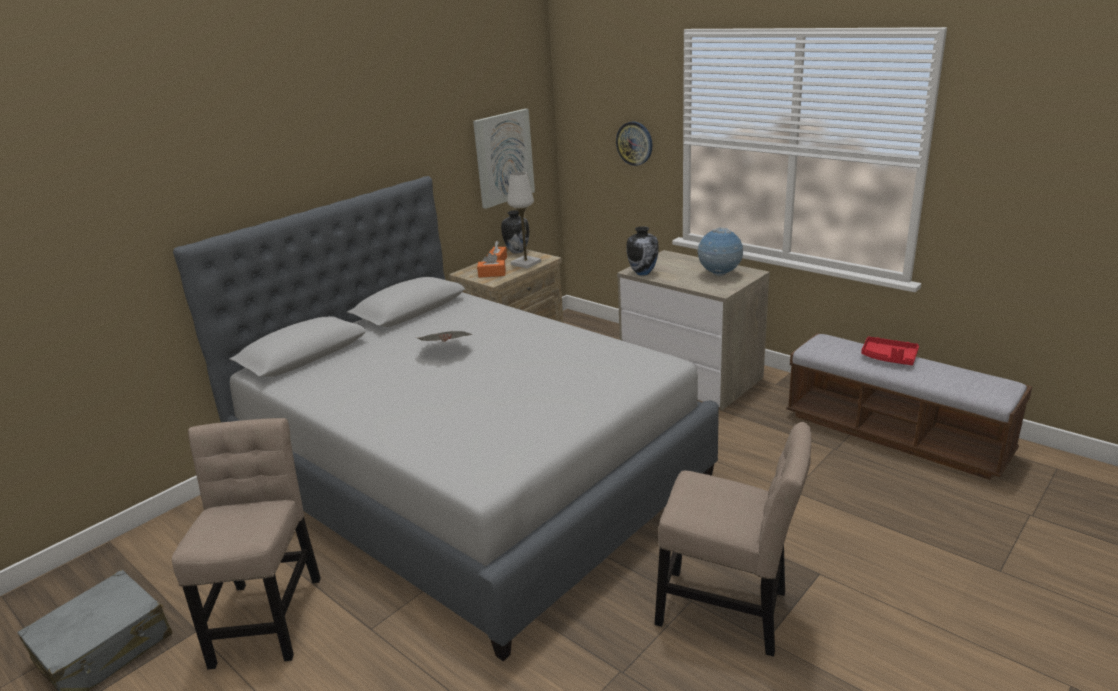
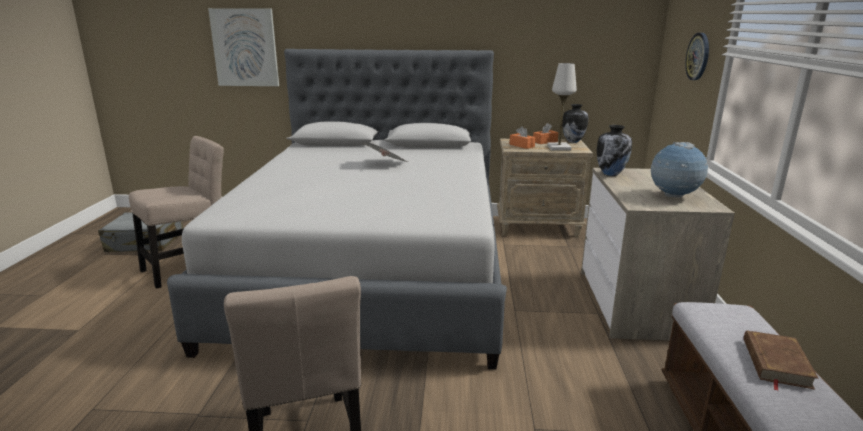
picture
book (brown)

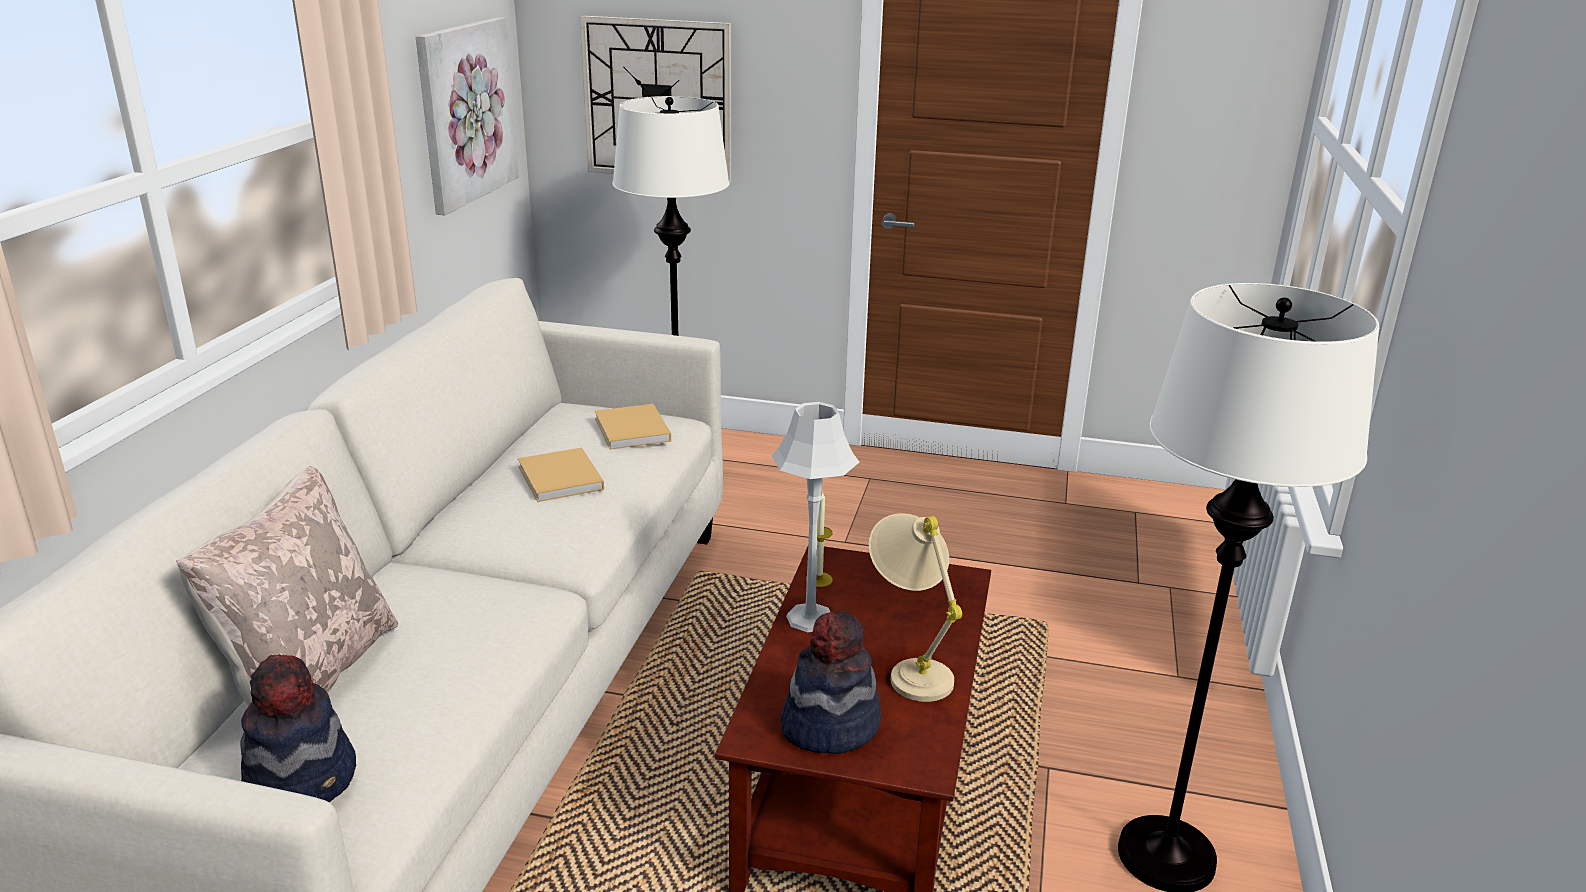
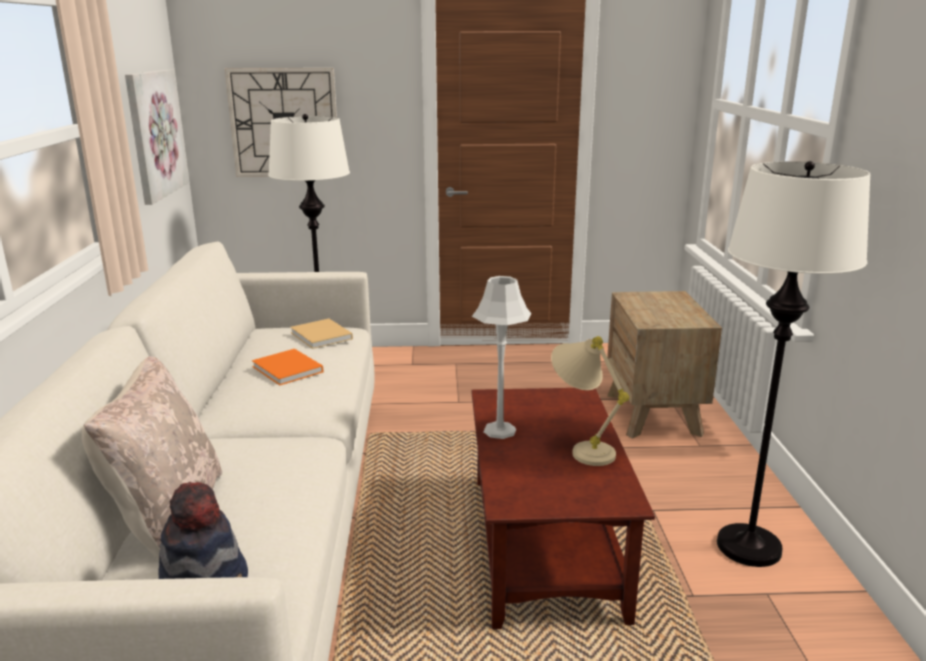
book (orange)
hat (no. 2 from left in the first image)
candle
nightstand (brown)

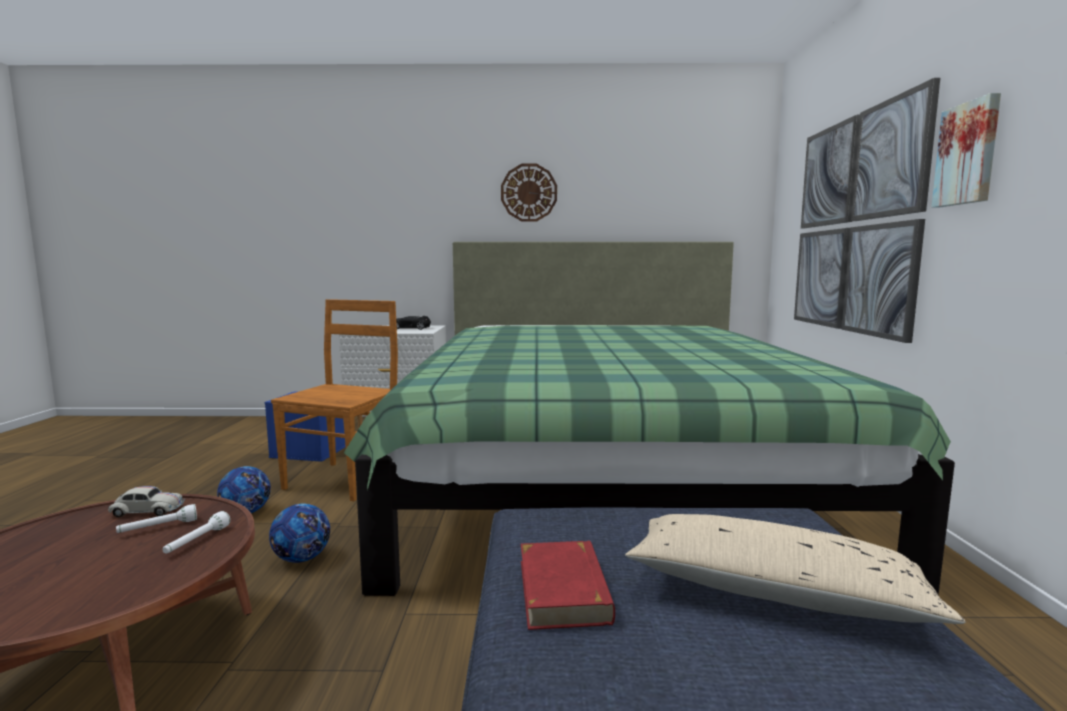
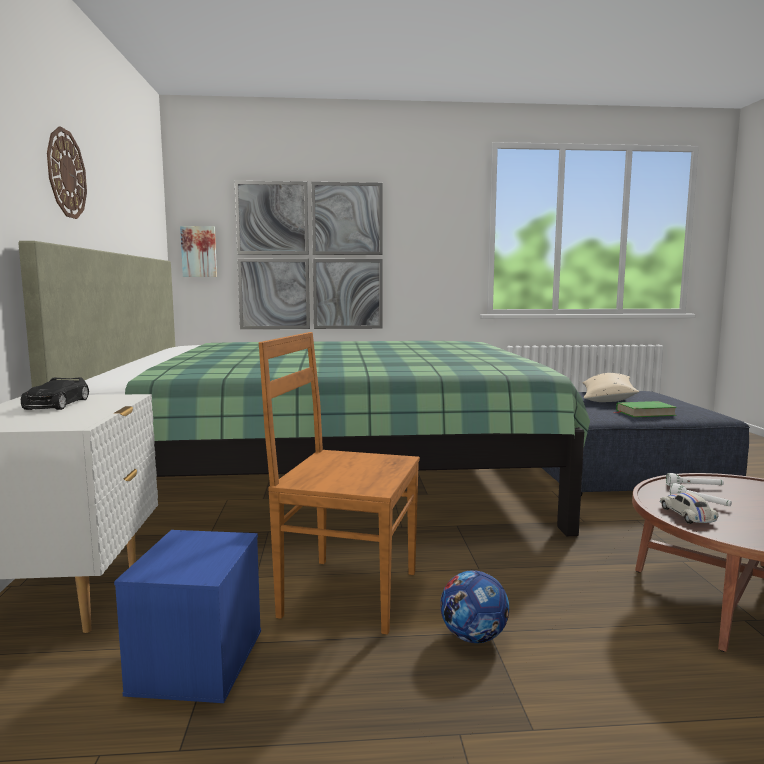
football (no. 2 from left in the first image)
book (green)
picture (no. 1 from left)

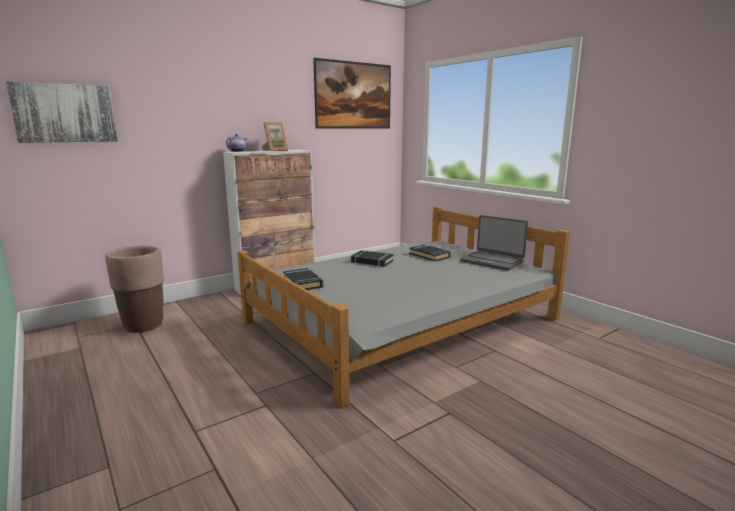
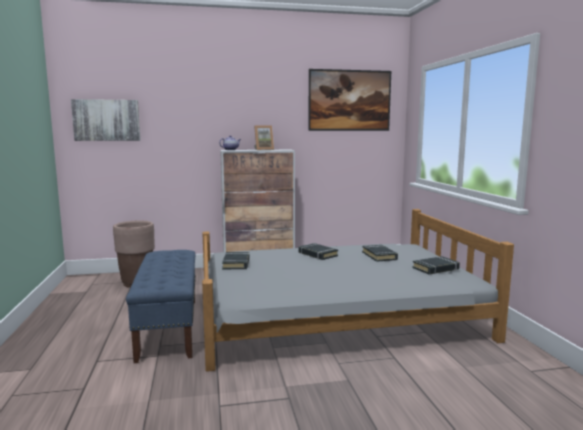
book (black) (no. 4 from left)
bench (blue)

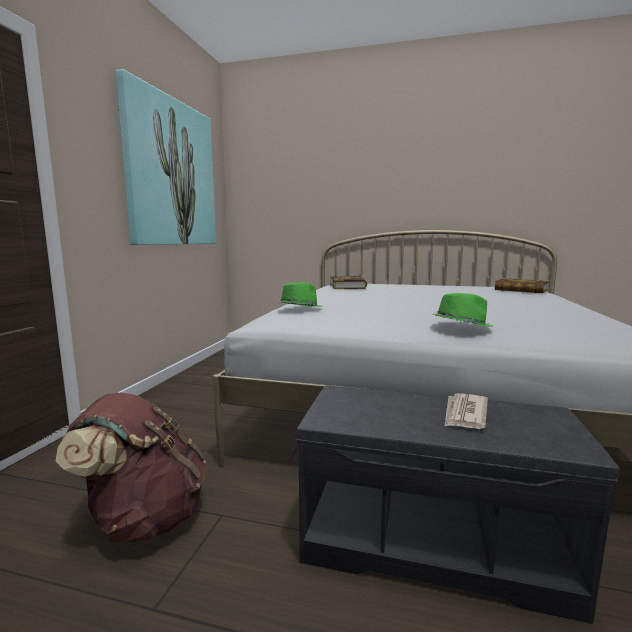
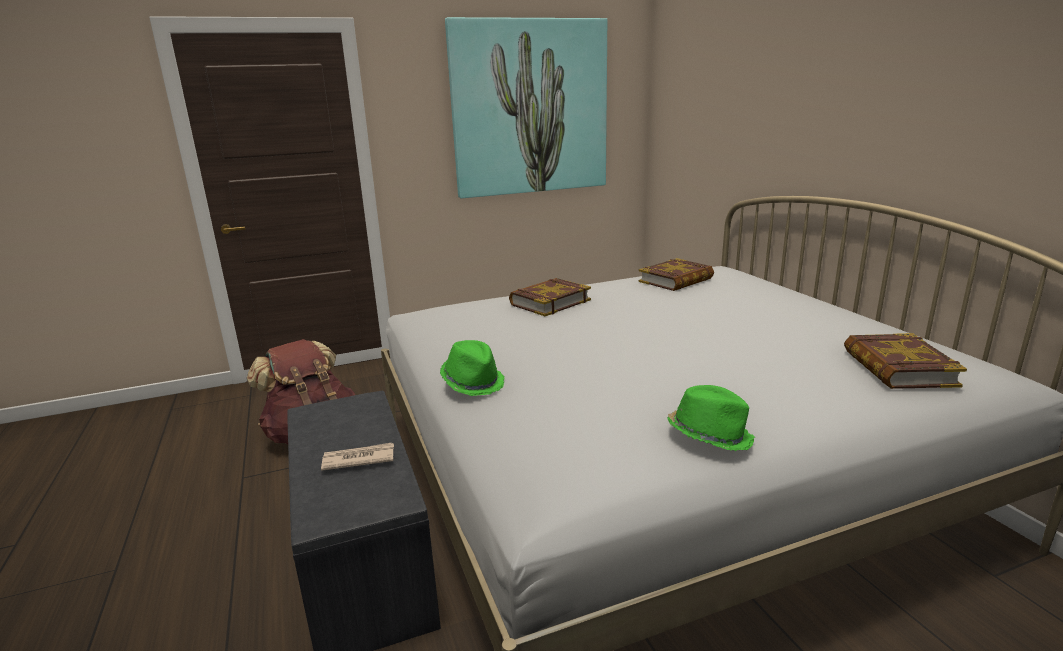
hat (green) (no. 2 from left)
book (no. 1 from left)

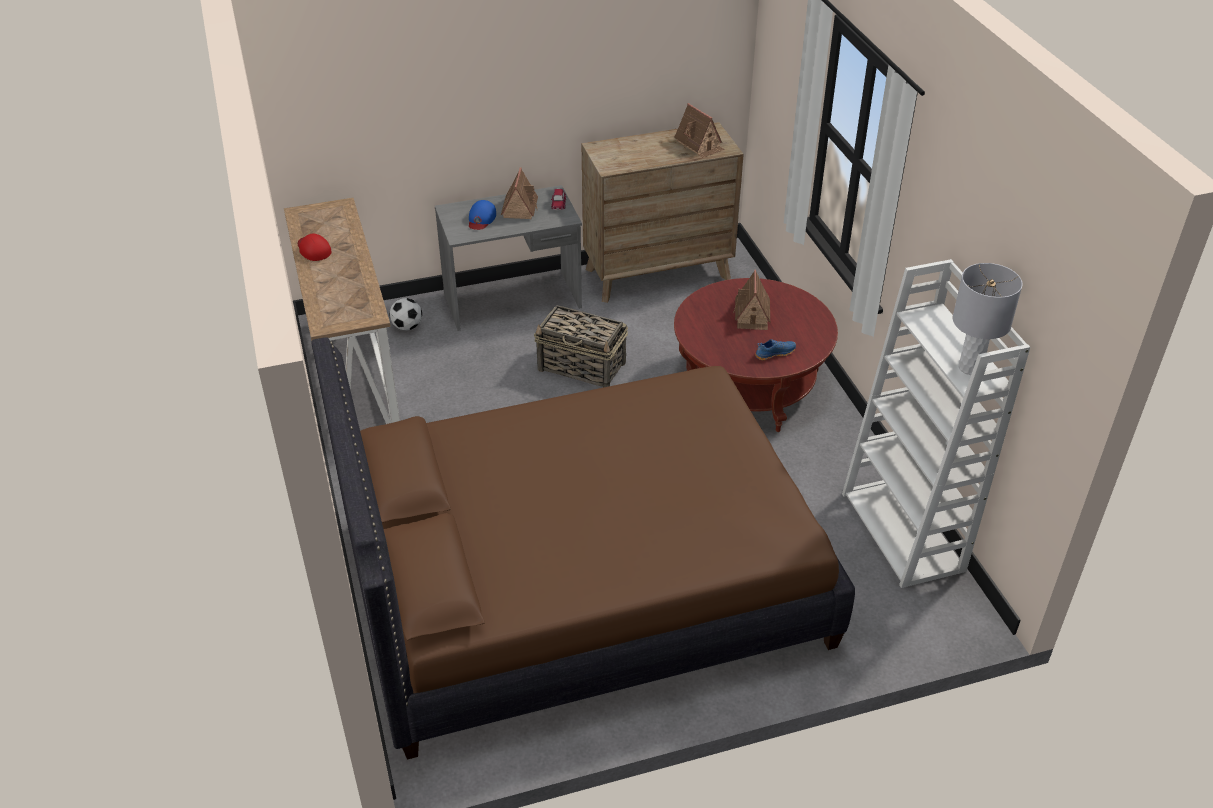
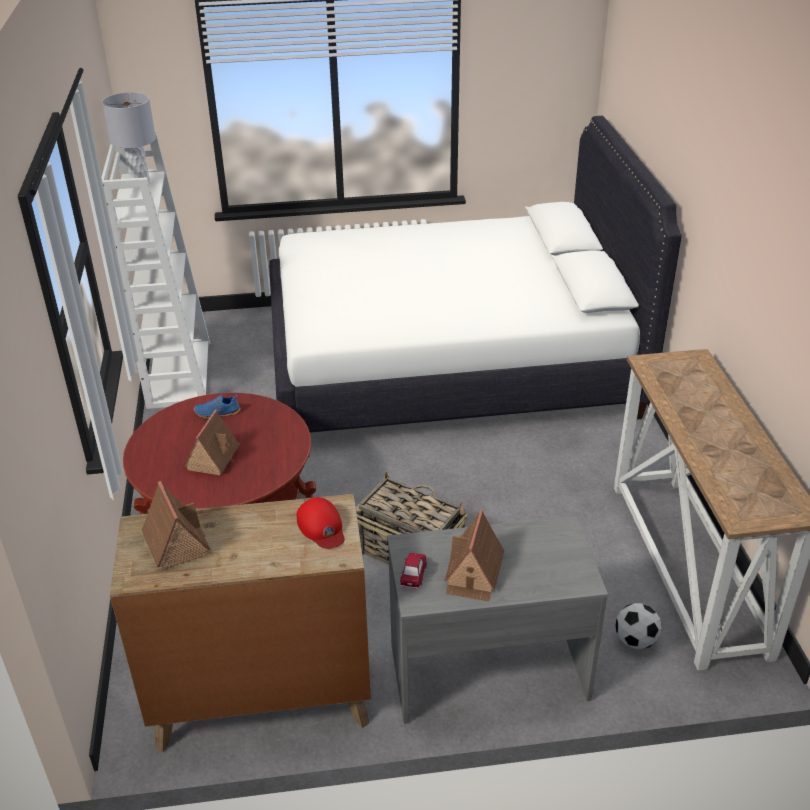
cap (red)
bed (white)
cap (blue)

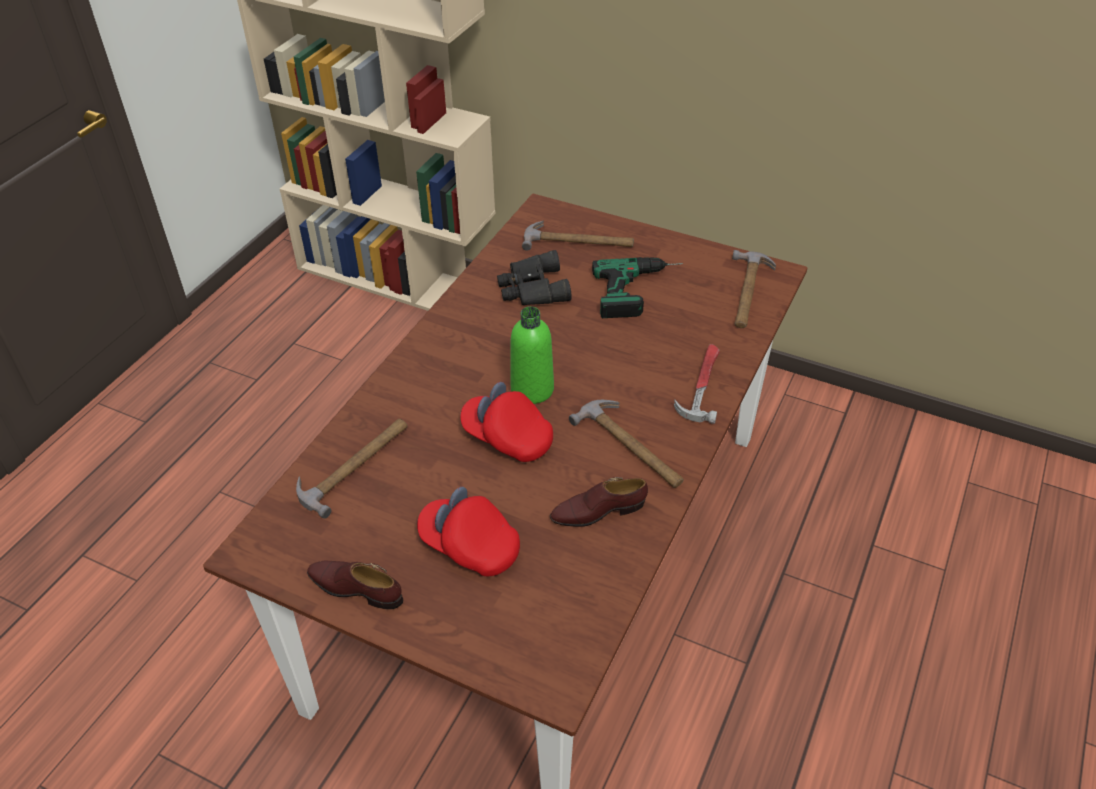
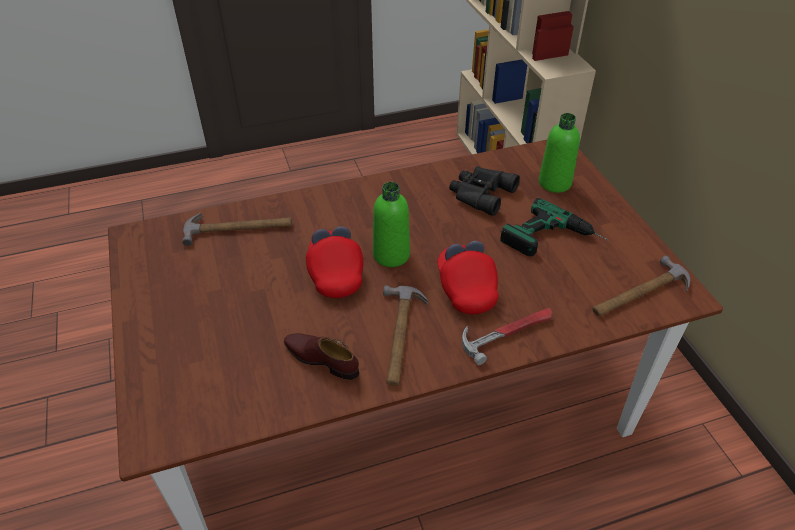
shoe (brown) (no. 1 from left in the first image)
cap (red) (no. 2 from left)
bottle (green) (no. 2 from left)

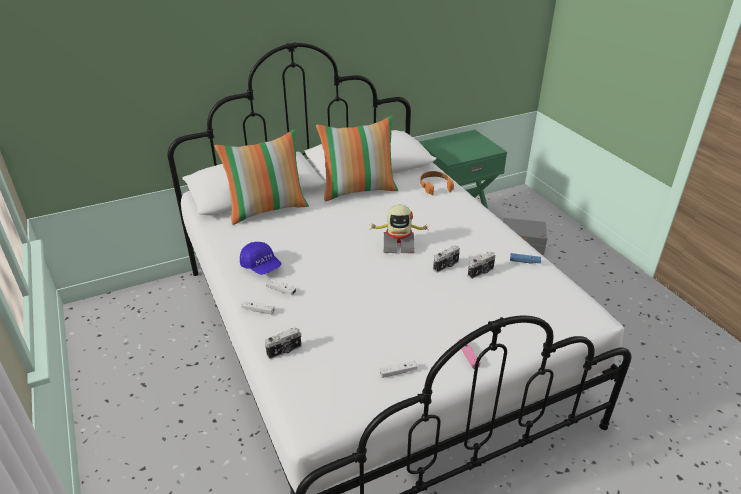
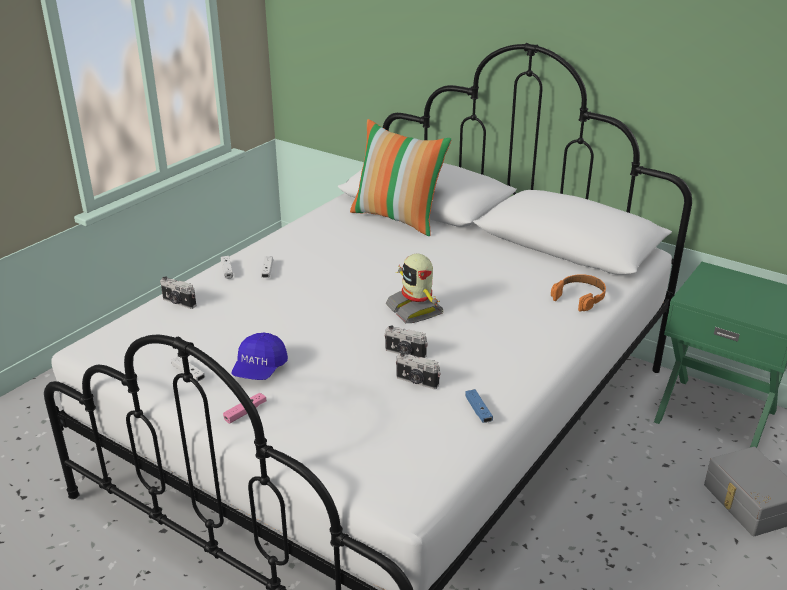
cap (blue)
pillow (no. 2 from left in the first image)

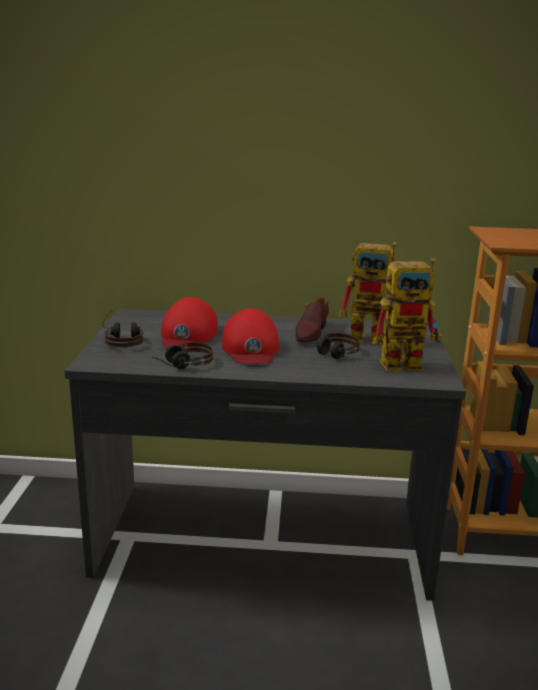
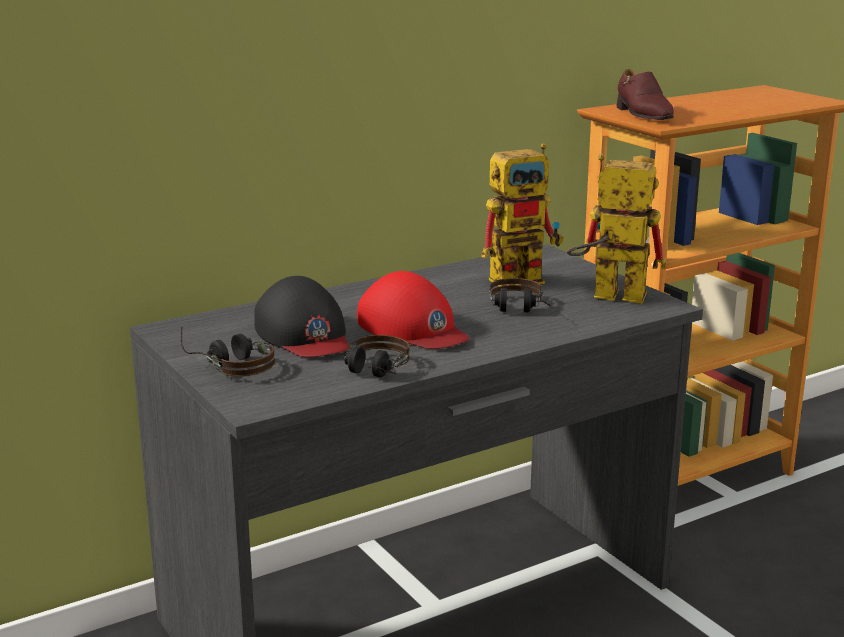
cap (black)
shoe (brown)
toy robot (no. 2 from left)

